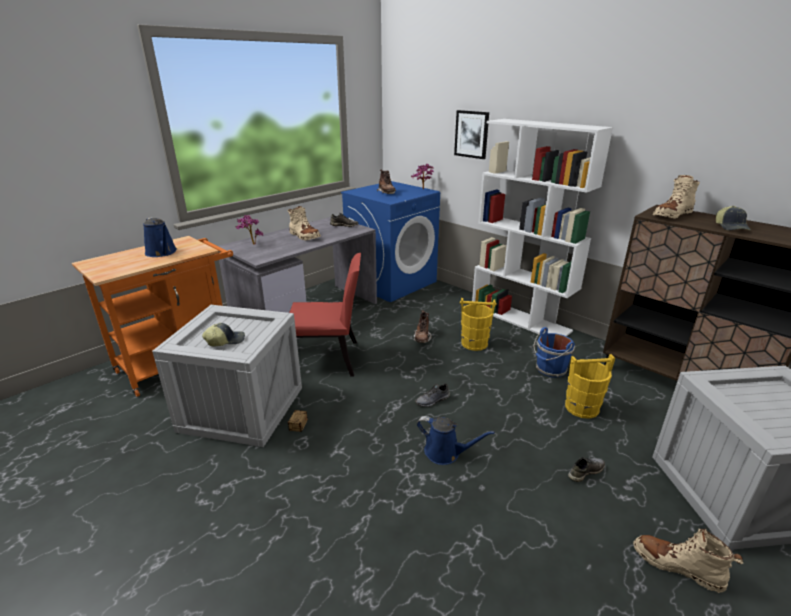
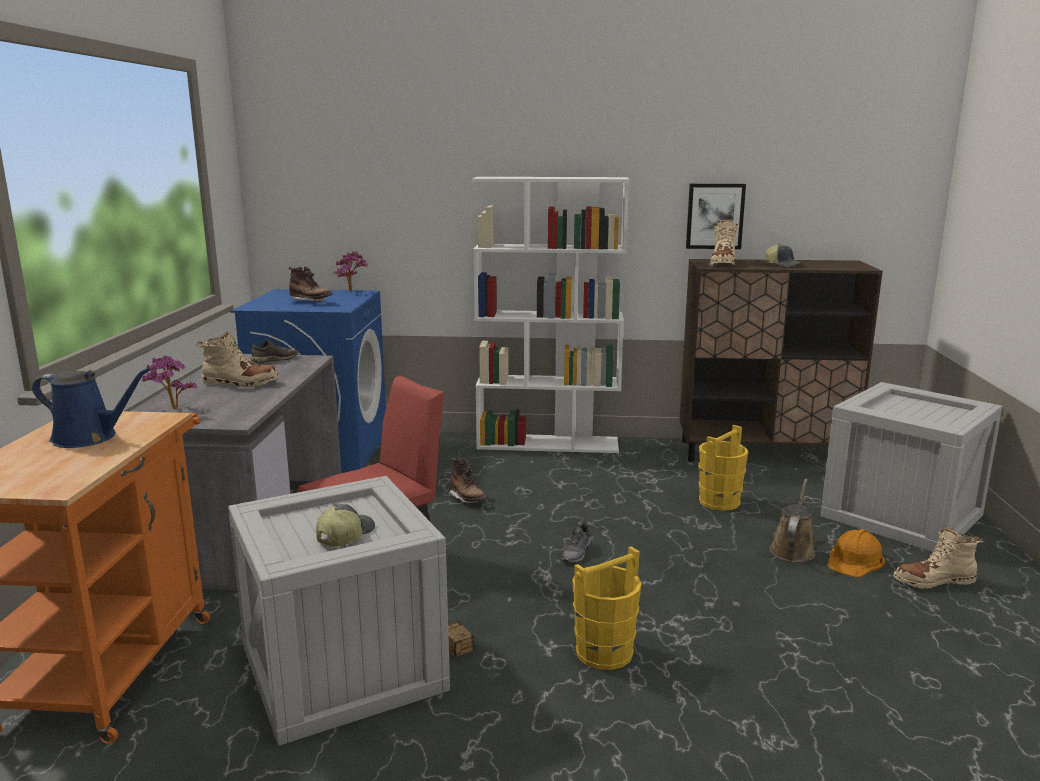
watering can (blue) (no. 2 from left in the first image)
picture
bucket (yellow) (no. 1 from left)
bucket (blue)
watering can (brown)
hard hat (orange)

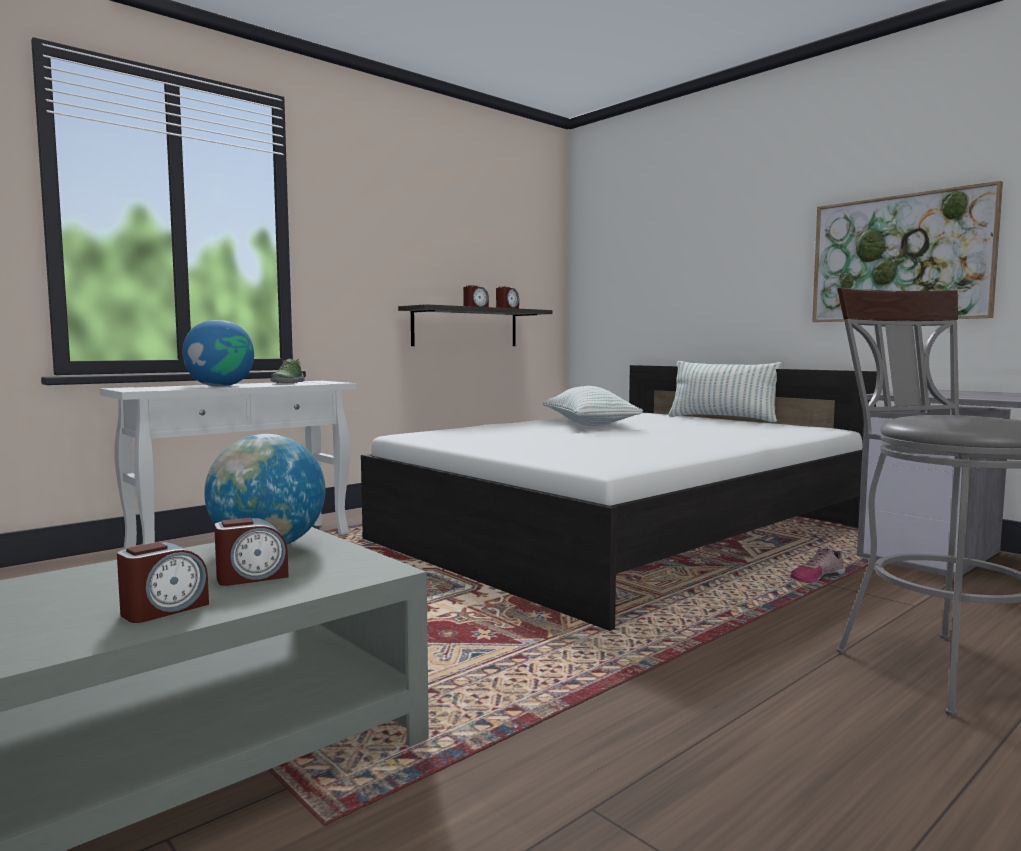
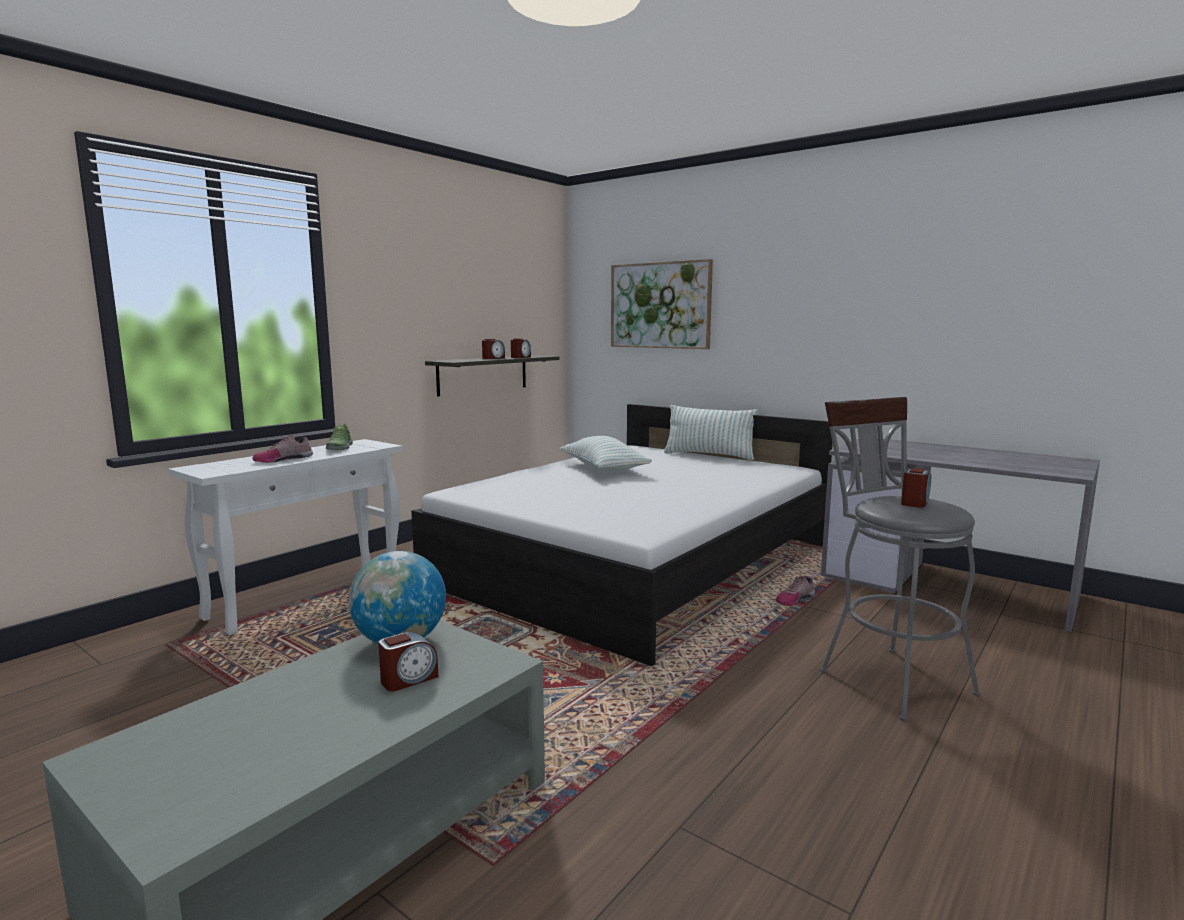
alarm clock (no. 4 from left)
shoe (no. 1 from left)
picture

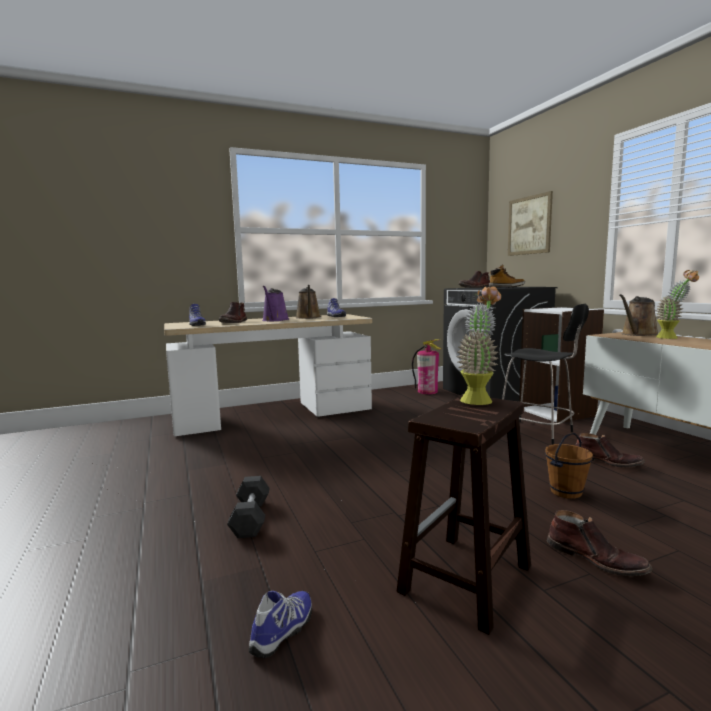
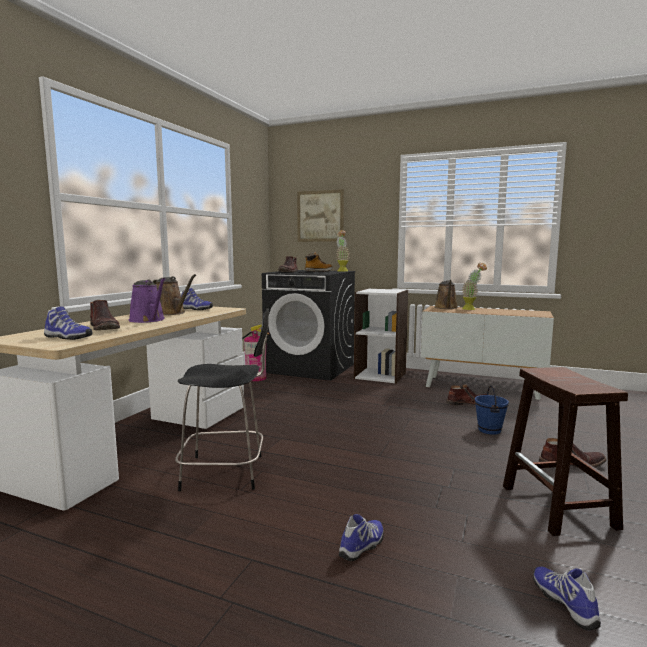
shoe (no. 3 from left)
potted plant (no. 1 from left)
chair (black)
bucket (blue)

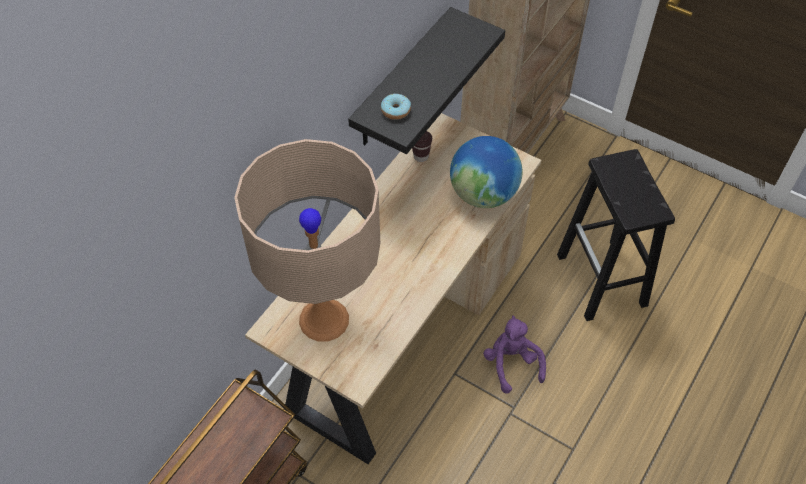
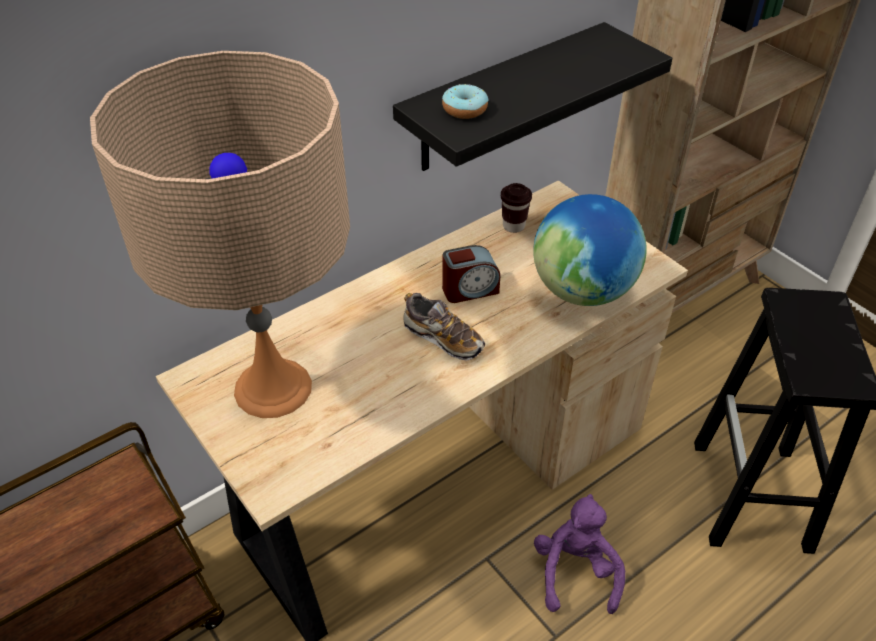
shoe
alarm clock

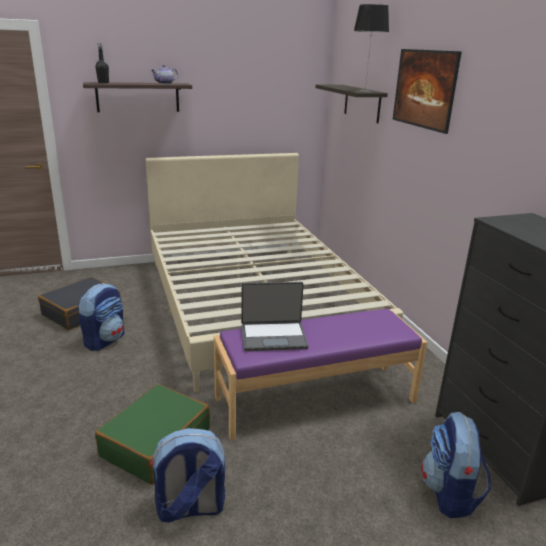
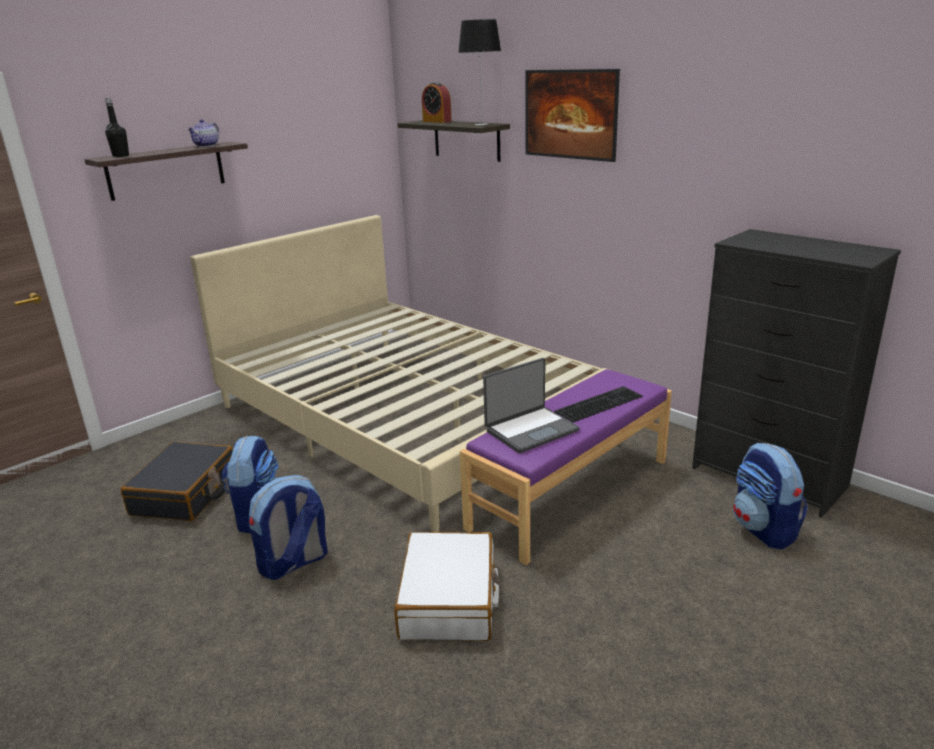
suitcase (white)
backpack (no. 2 from left)
alarm clock
keyboard

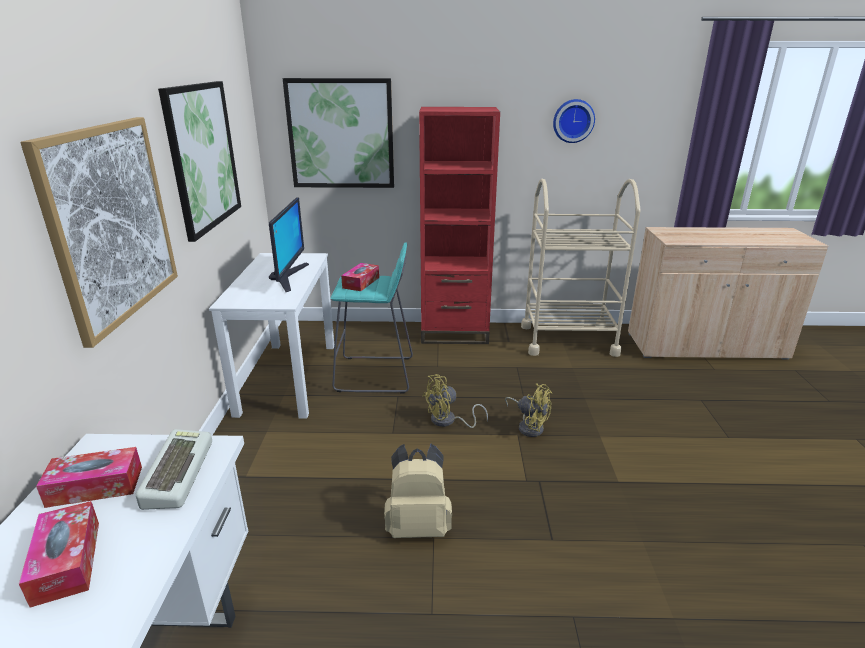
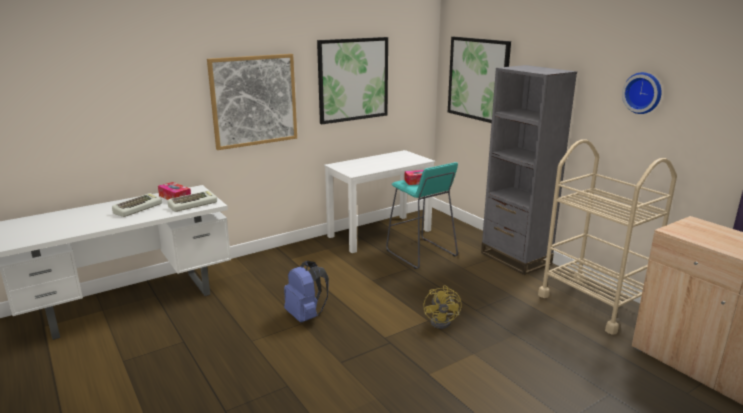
keyboard (no. 1 from left)
monitor
backpack (blue)
bookcase (grey)
fan (yellow) (no. 1 from left in the first image)

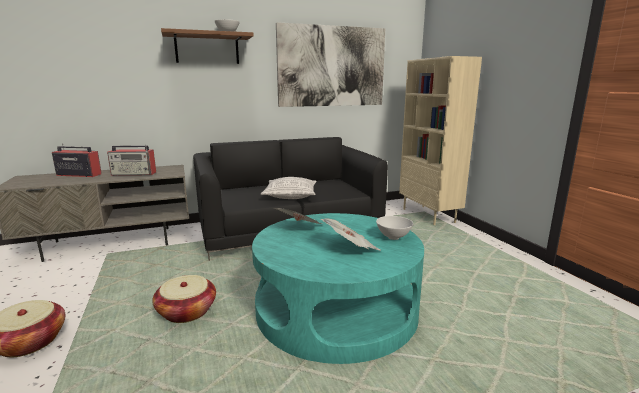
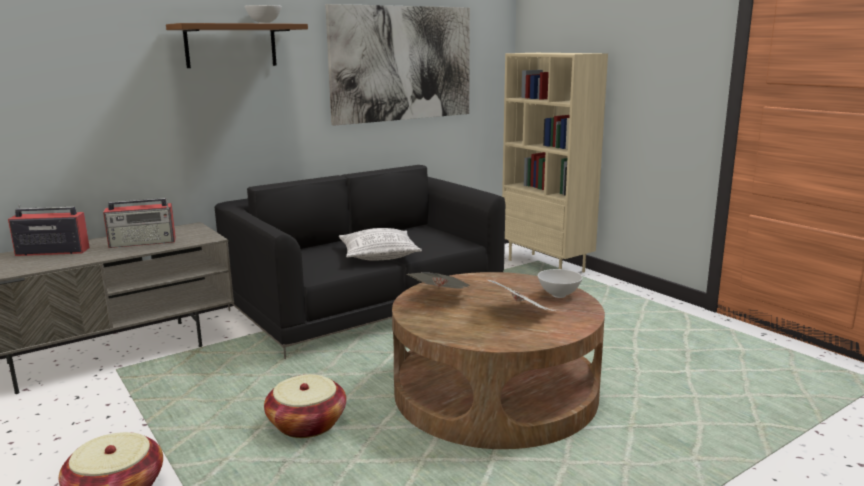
coffee table (brown)

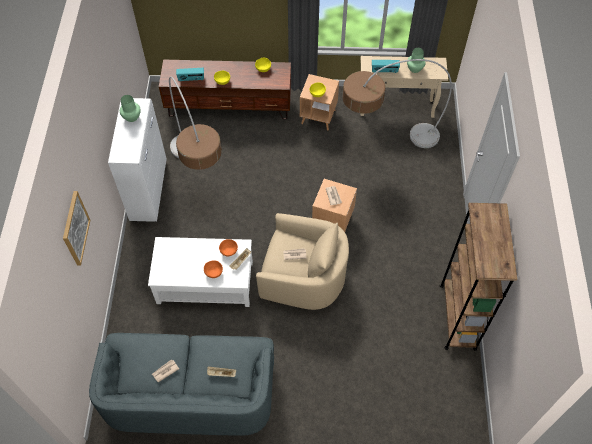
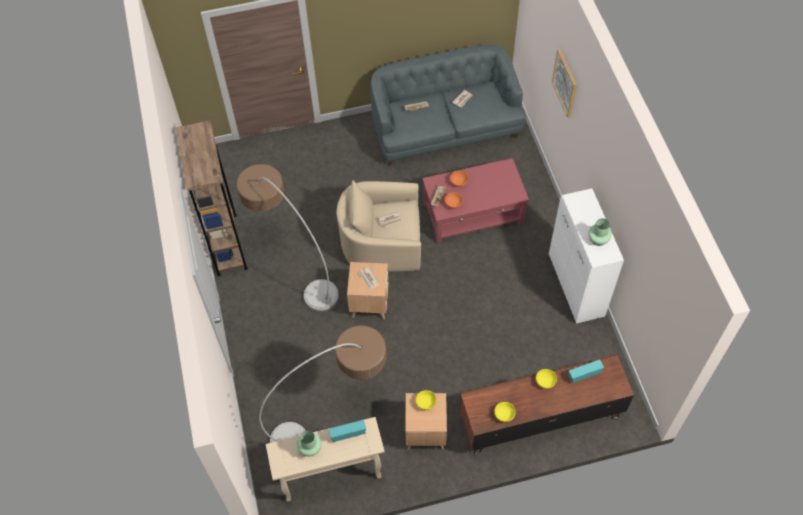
coffee table (red)
floor lamp (no. 1 from left)

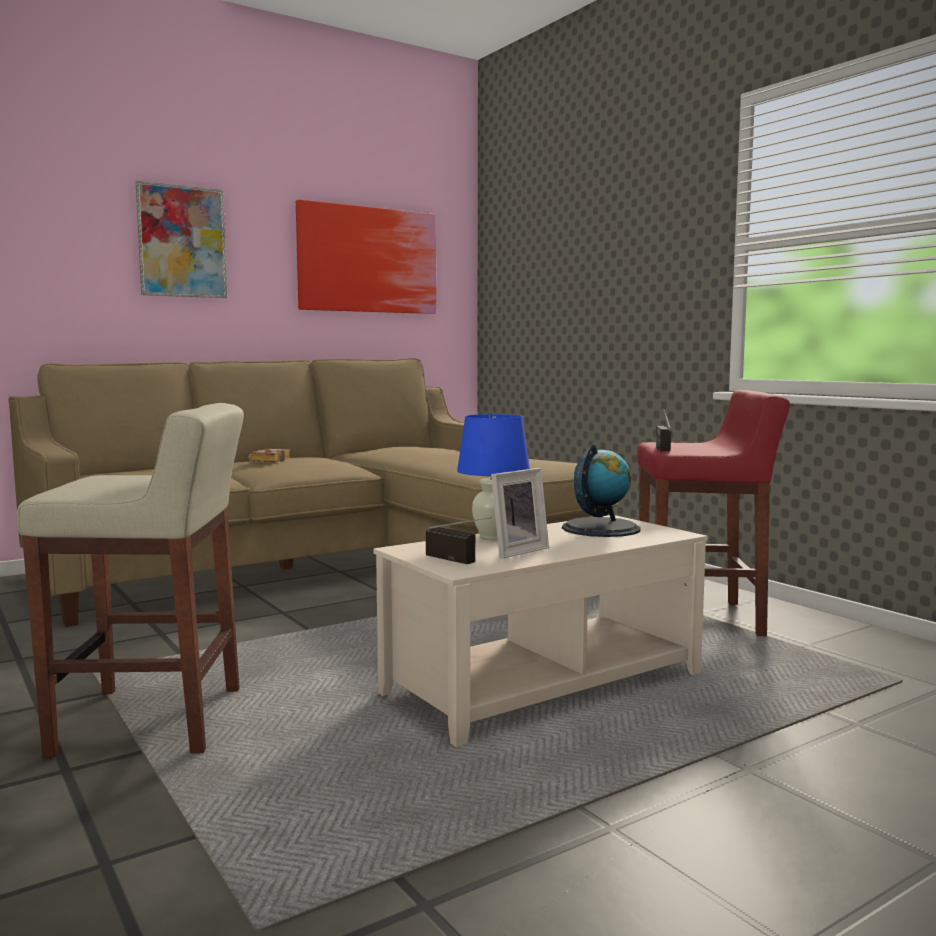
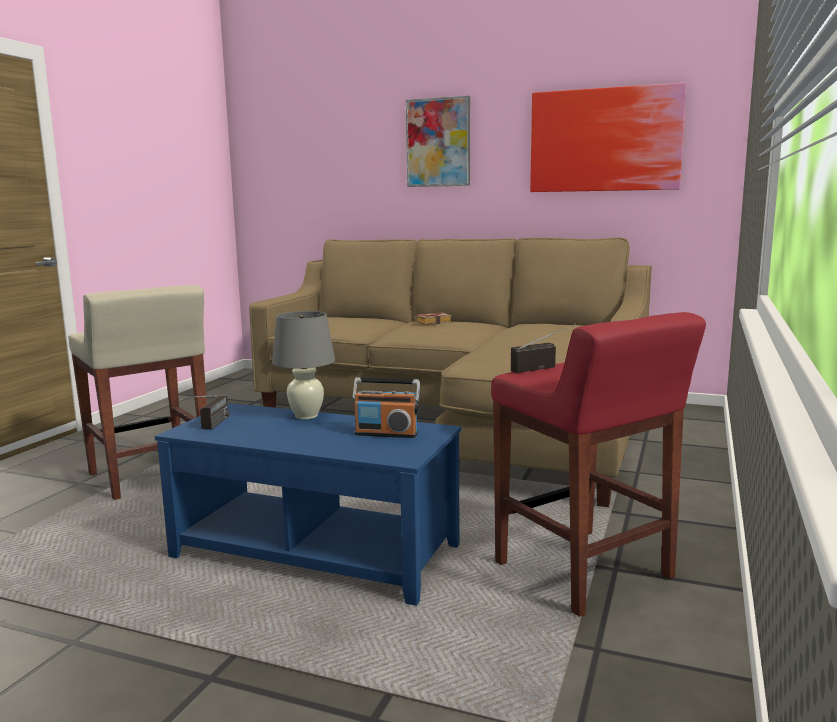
coffee table (blue)
table lamp (grey)
picture frame
radio (no. 2 from left)

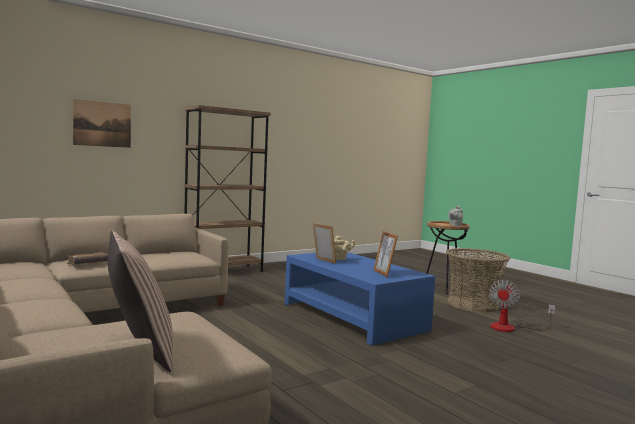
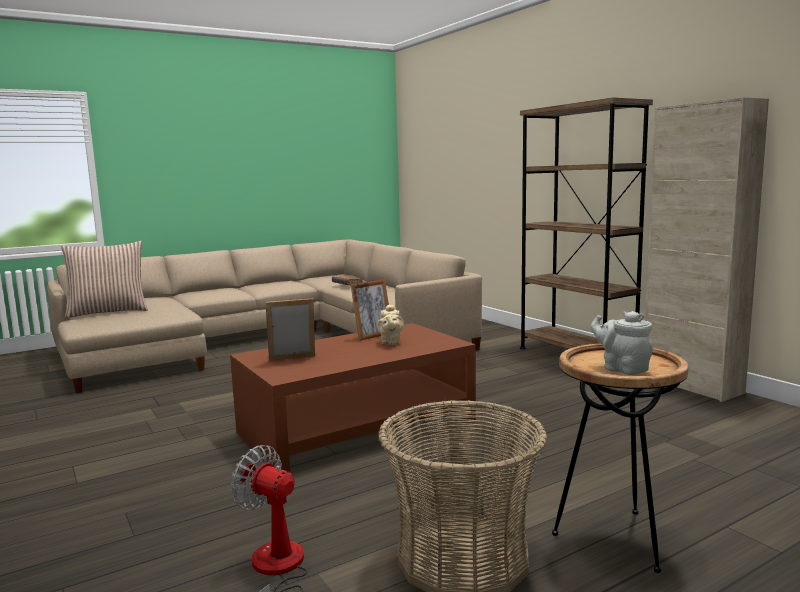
picture
coffee table (brown)
cabinet (beige)

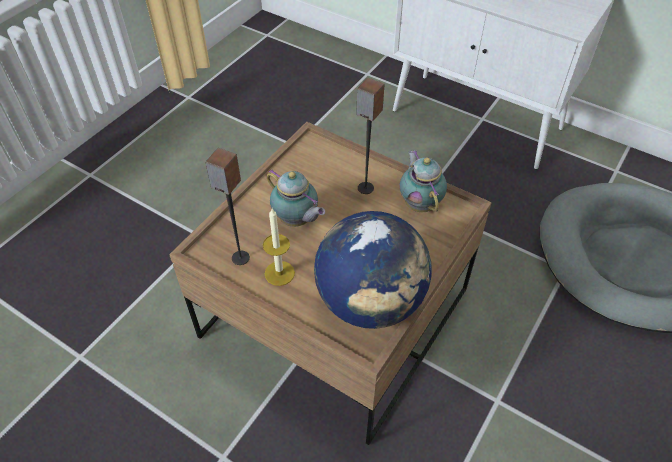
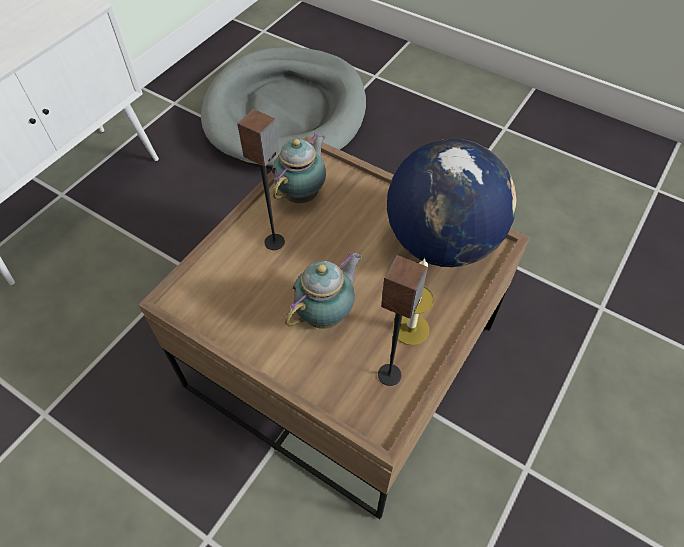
teapot (no. 1 from left)

